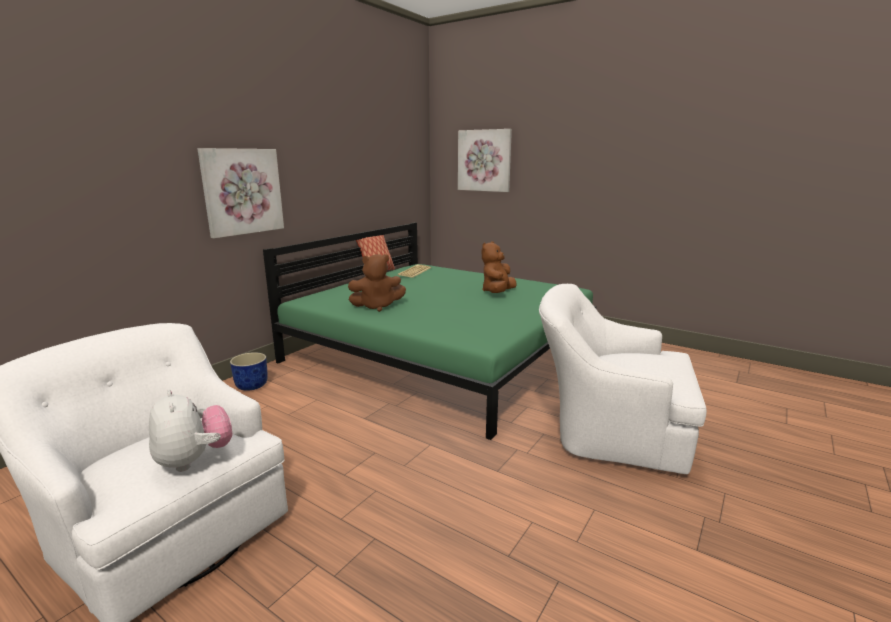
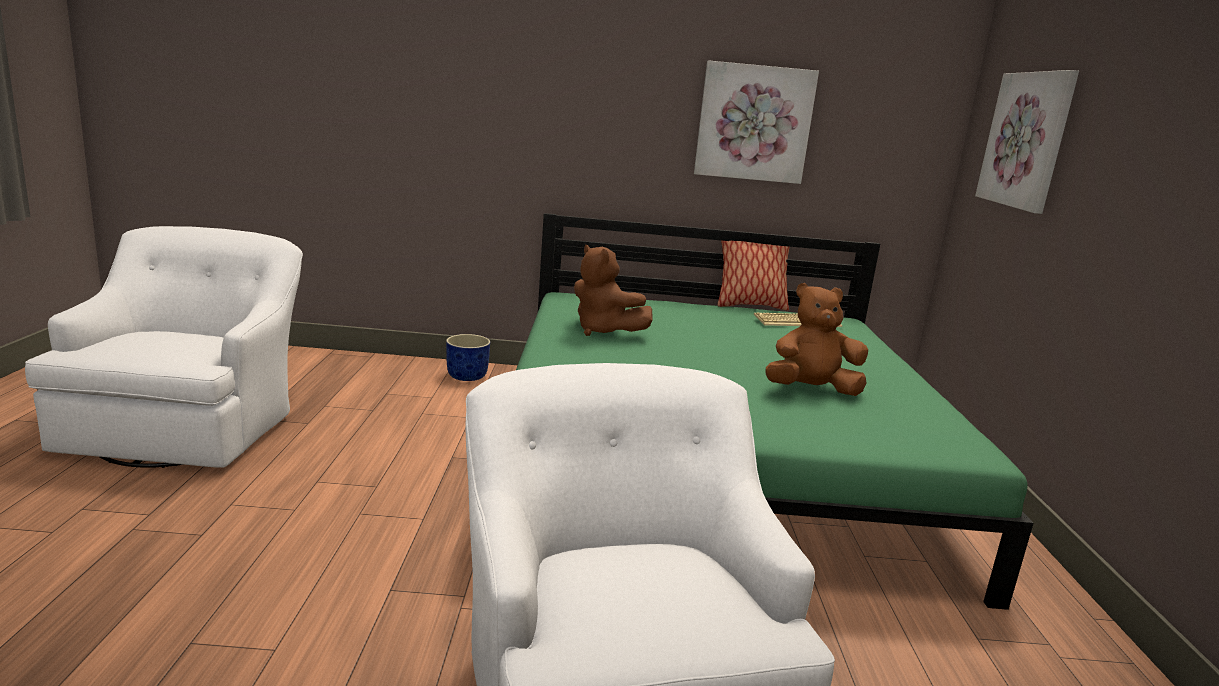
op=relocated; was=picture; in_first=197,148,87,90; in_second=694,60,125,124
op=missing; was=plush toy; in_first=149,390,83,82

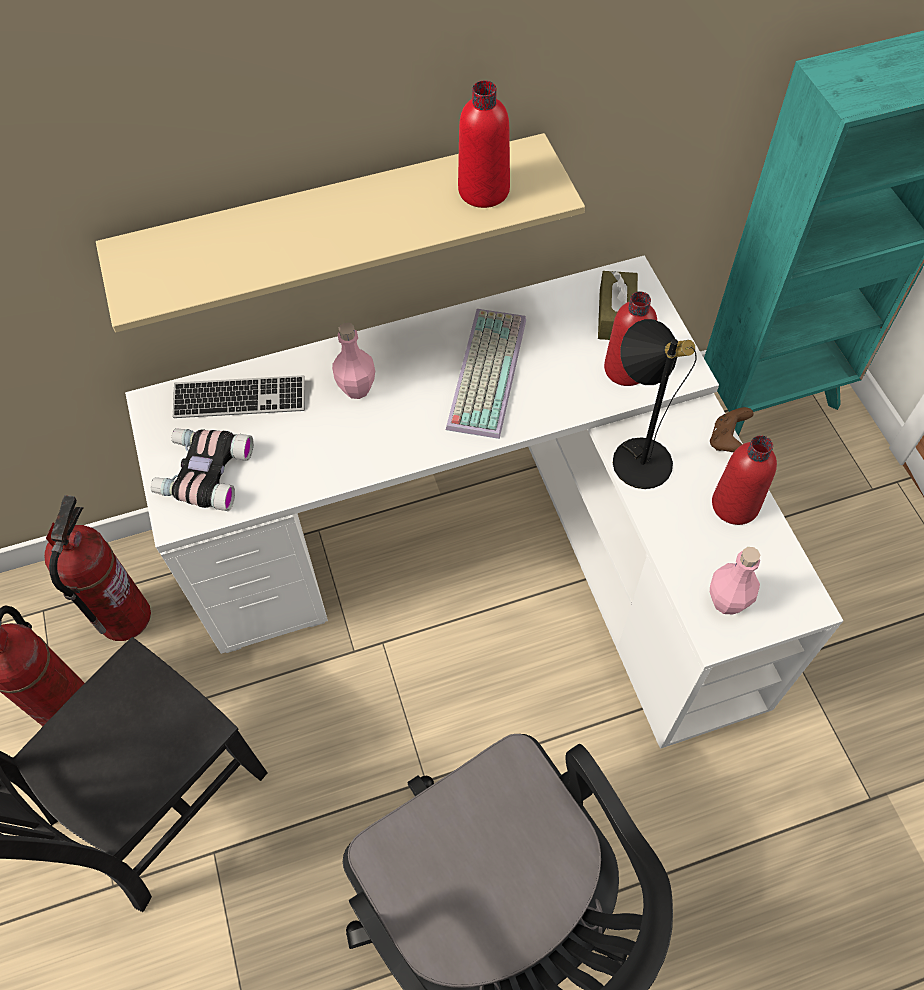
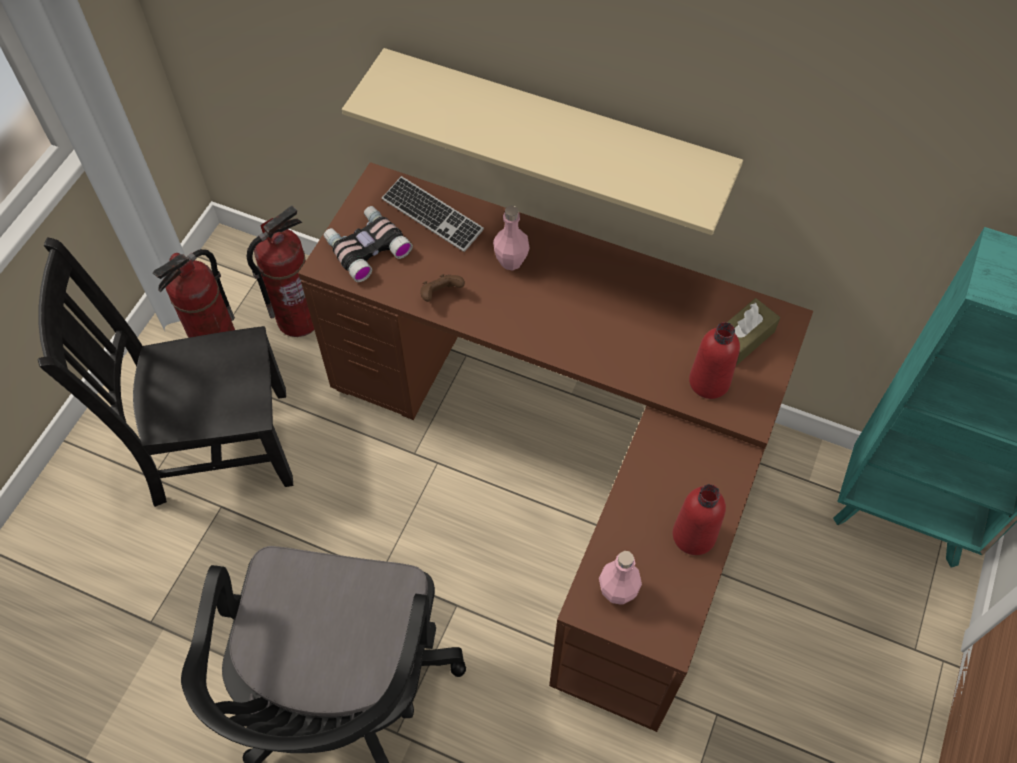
op=colour; was=desk (white); now=desk (brown); in_first=125,255,719,494; in_second=298,162,515,570
op=relocated; was=game controller (brown); in_first=710,407,44,45; in_second=420,274,45,28
op=missing; was=keyboard; in_first=446,309,80,130
op=missing; was=bottle (red); in_first=458,80,52,128
op=missing; was=table lamp (black); in_first=613,319,84,170

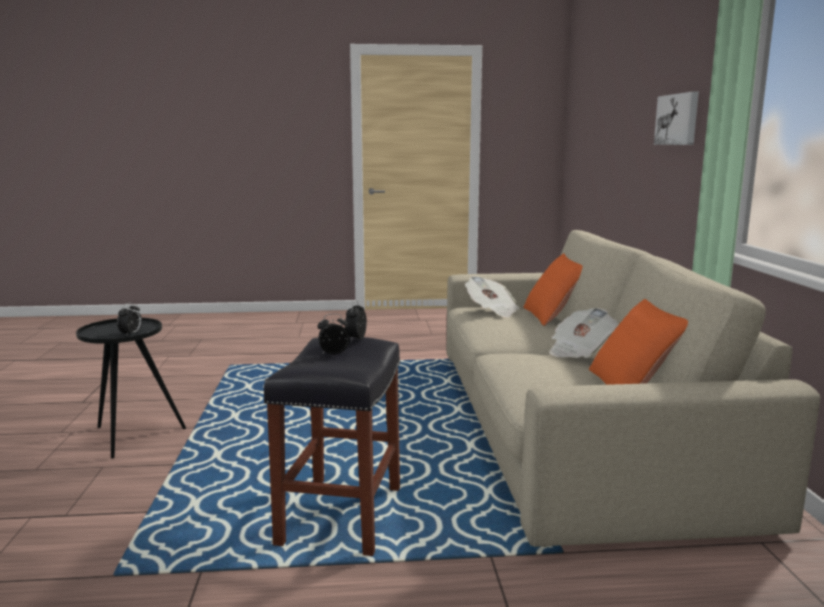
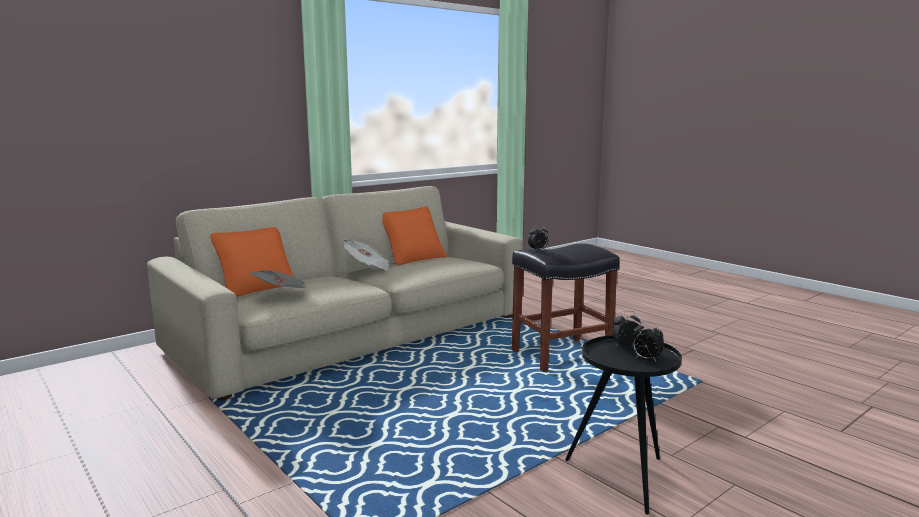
op=relocated; was=alarm clock; in_first=317,314,33,40; in_second=633,322,31,40
op=missing; was=picture; in_first=654,92,45,53

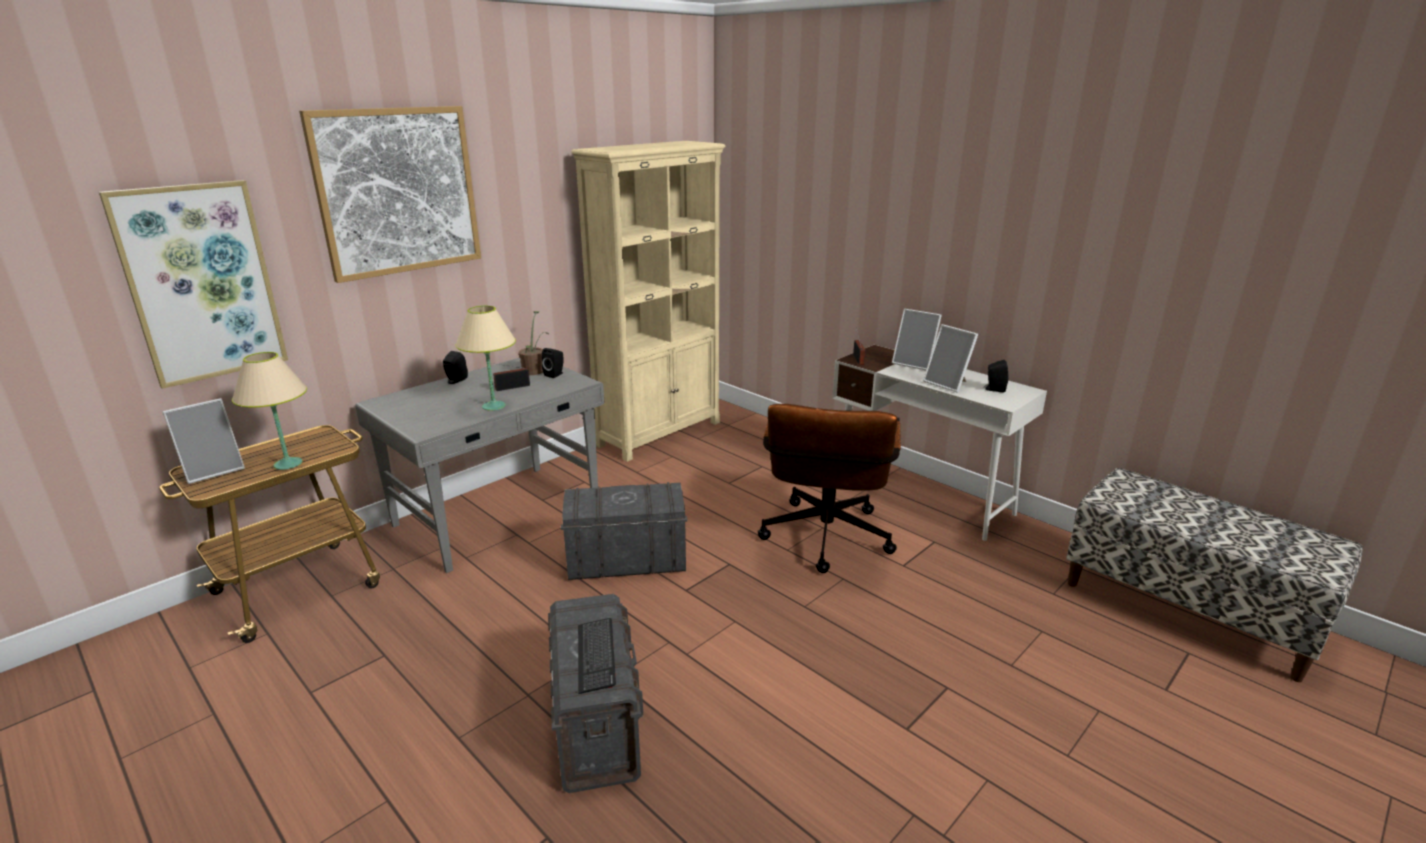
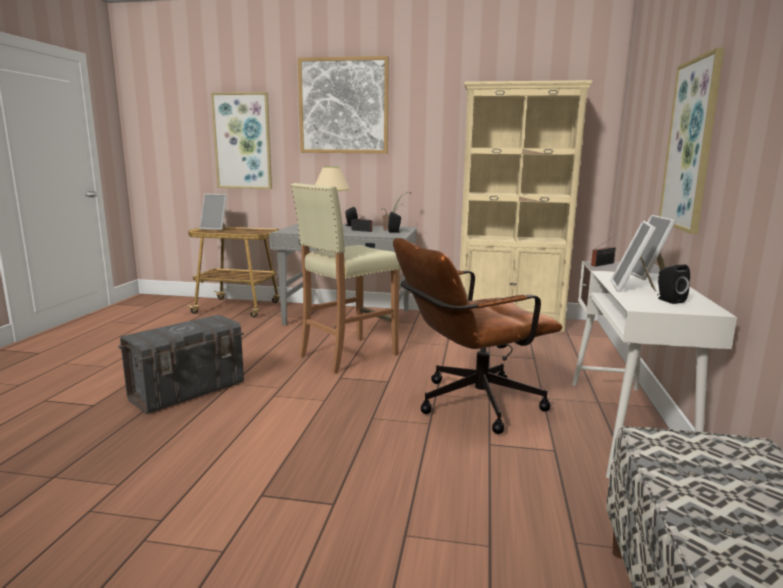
op=exchanged; was=storage box (grey); now=stool (beige); in_first=561,482,127,98; in_second=291,183,109,190
op=appeared; now=picture; in_second=659,47,65,187
op=missing; was=table lamp (beige); in_first=232,352,75,118
op=missing; was=keyboard; in_first=578,618,38,76

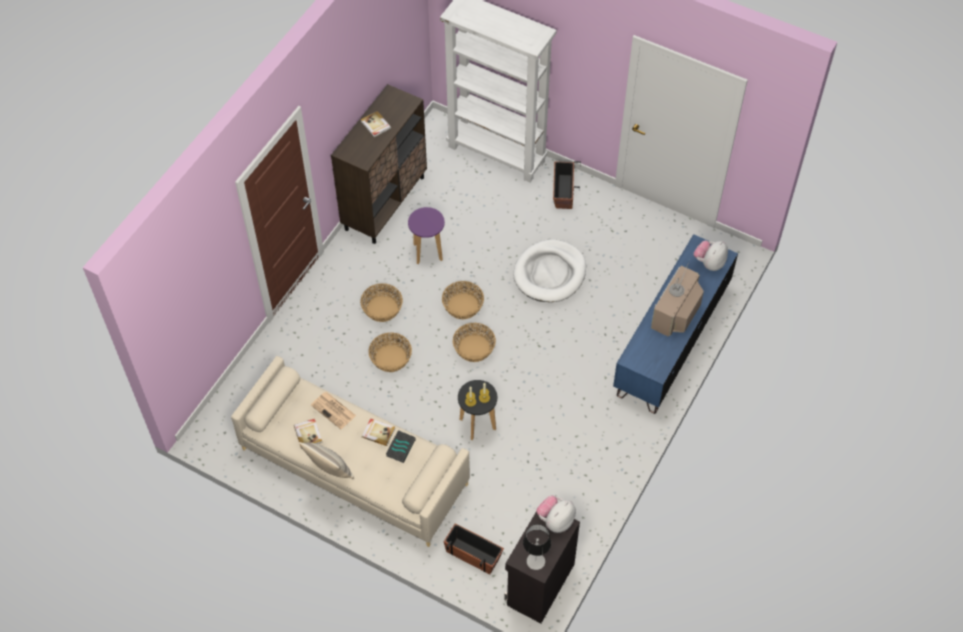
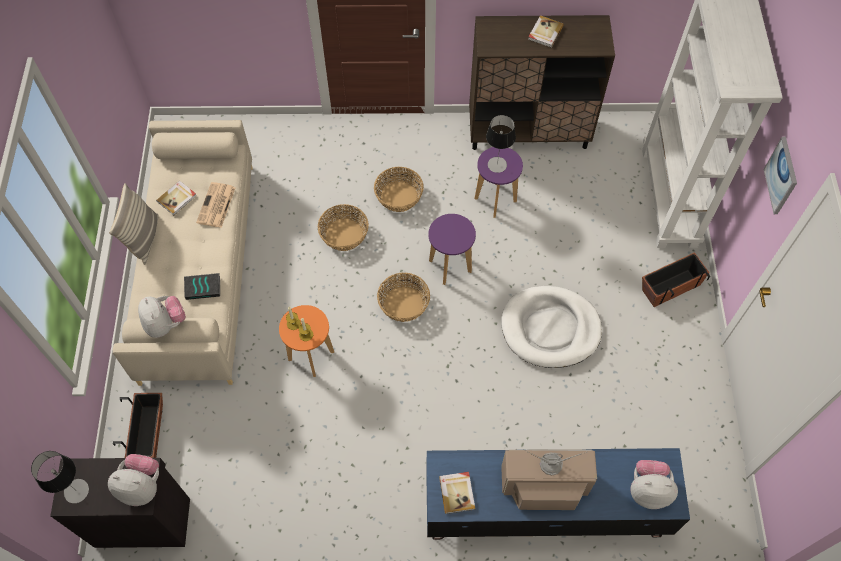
op=appeared; now=plush toy; in_second=138,296,48,42
op=colour; was=stool (black); now=stool (orange); in_first=458,380,39,60; in_second=279,305,55,72
op=exchanged; was=basket; now=stool (purple); in_first=442,281,42,39; in_second=428,214,48,71
op=relocated; was=book; in_first=362,418,33,28; in_second=439,472,36,42
op=appeared; now=table lamp; in_second=486,115,30,58
op=appeared; now=picture; in_second=764,137,33,77

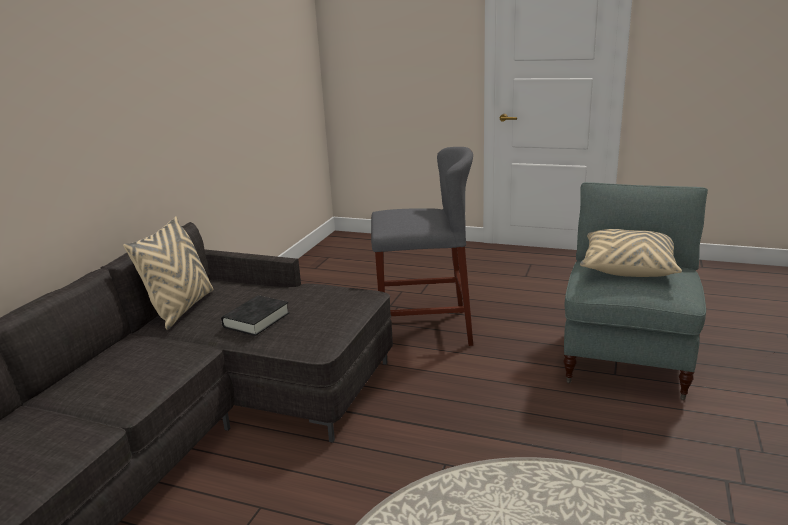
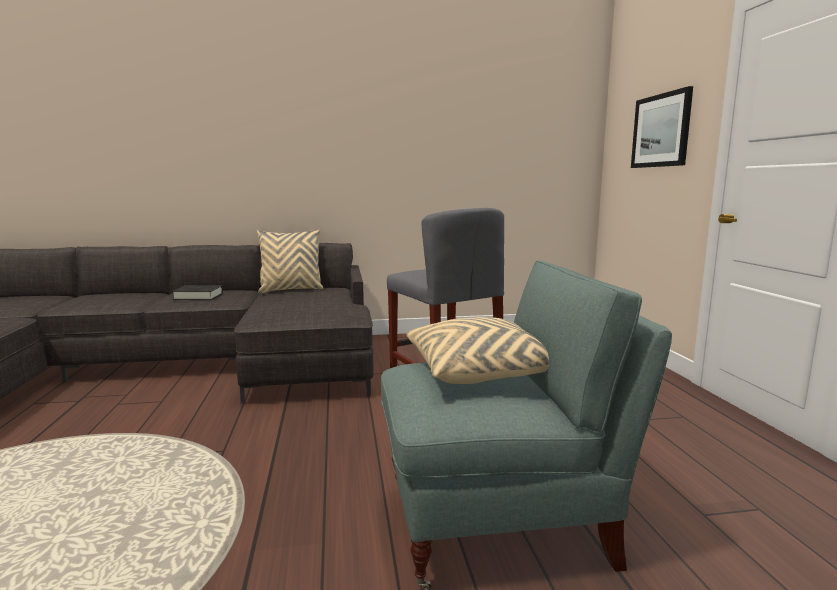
op=relocated; was=book (black); in_first=221,295,69,41; in_second=172,285,51,15
op=appeared; now=picture; in_second=631,86,62,82

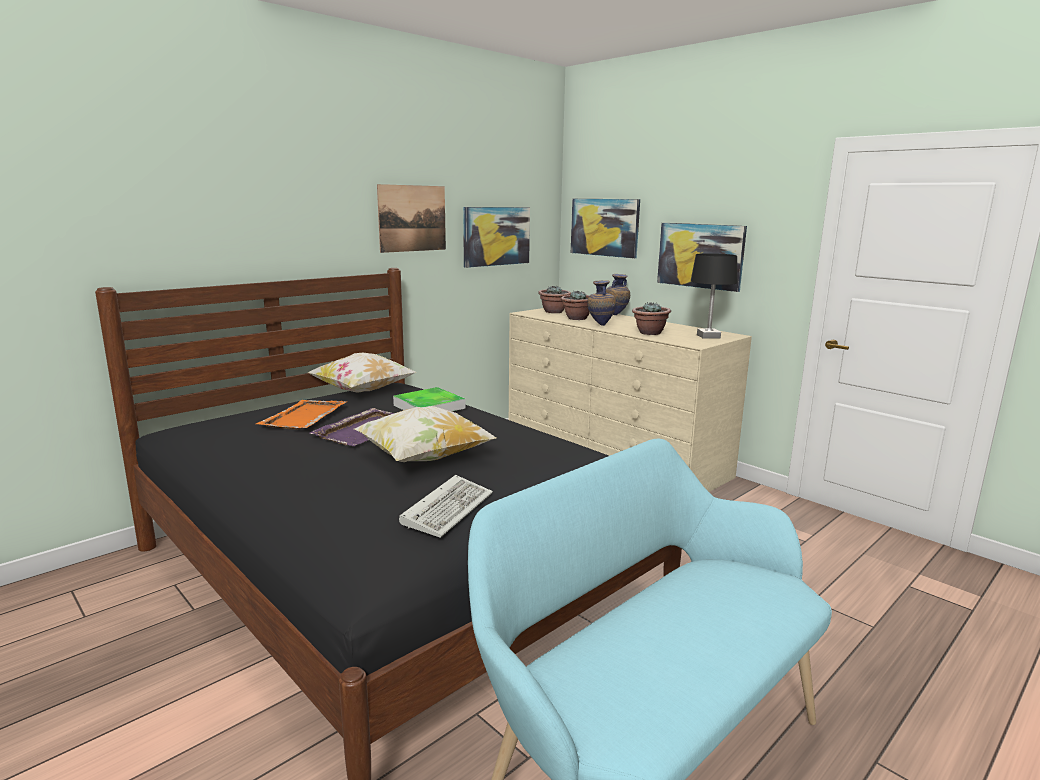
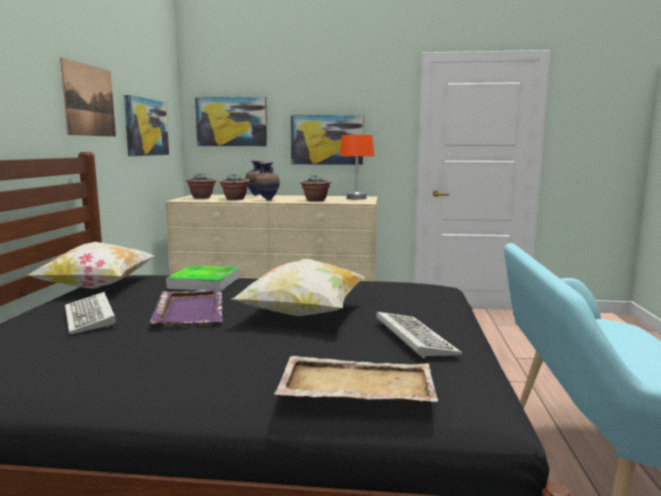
op=exchanged; was=tray (orange); now=keyboard; in_first=256,400,92,30; in_second=65,292,51,42
op=appeared; now=tray (beige); in_second=274,356,164,47
op=colour; was=table lamp (black); now=table lamp (orange); in_first=691,253,46,86; in_second=340,135,34,65

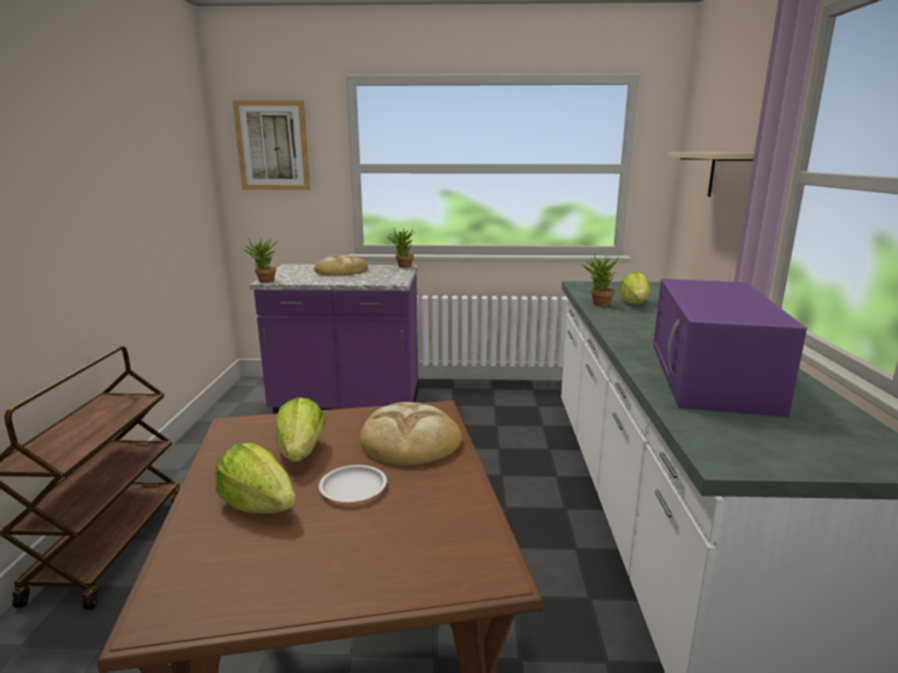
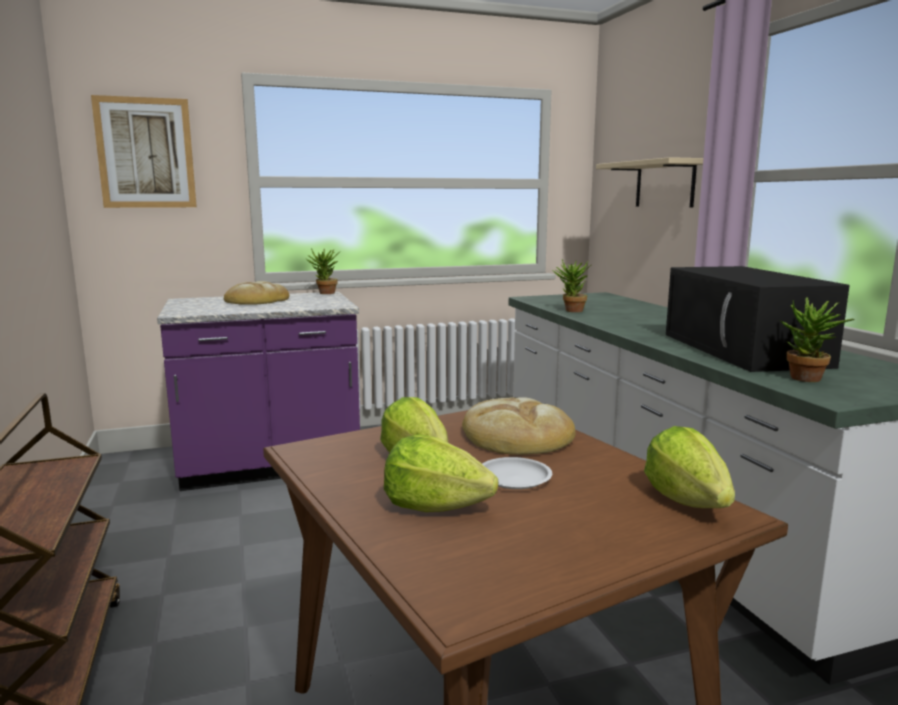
op=relocated; was=lettuce; in_first=619,272,31,32; in_second=644,426,91,82
op=colour; was=microwave (purple); now=microwave (black); in_first=653,279,154,138; in_second=666,266,184,106
op=relocated; was=potted plant; in_first=243,238,35,45; in_second=781,297,74,85

